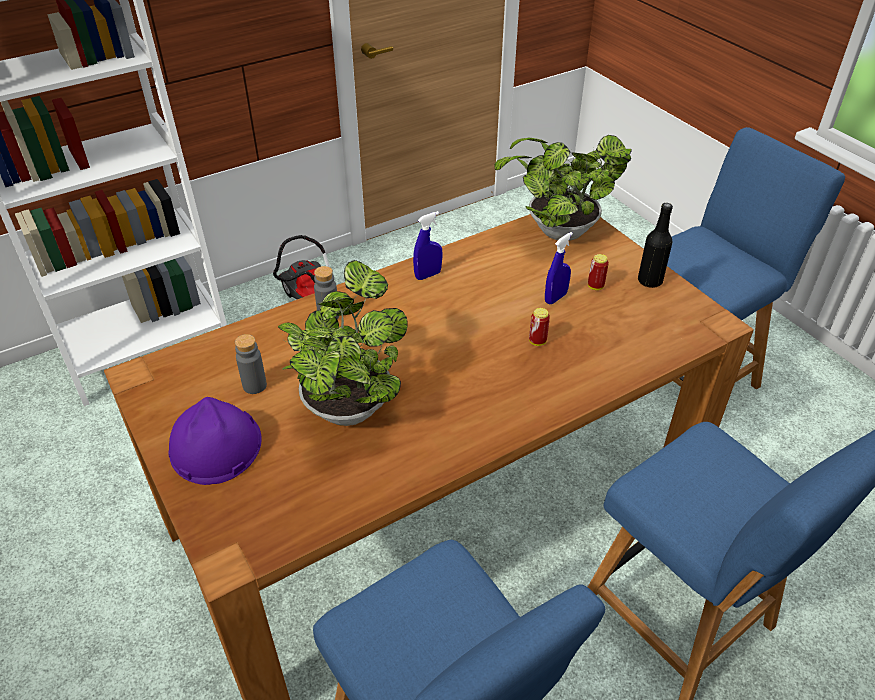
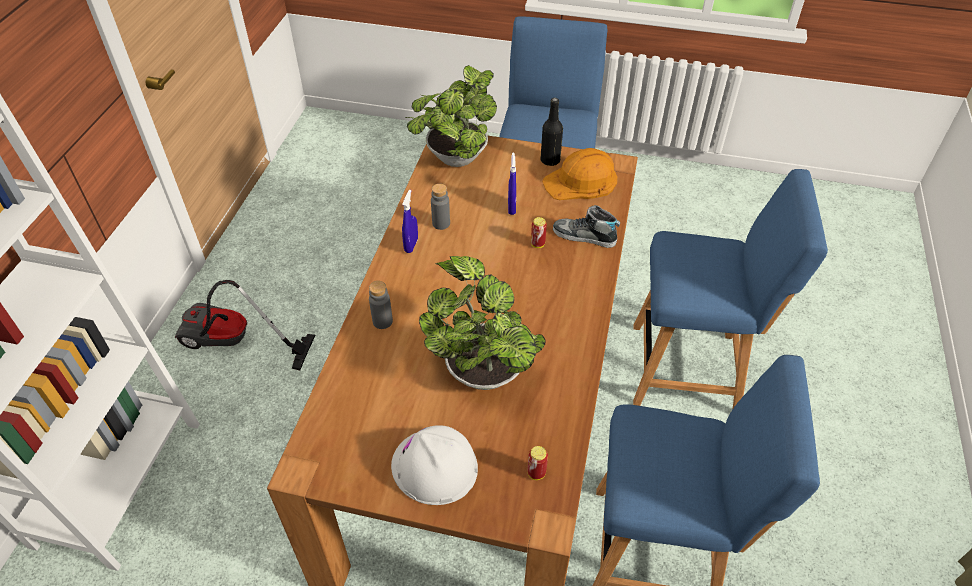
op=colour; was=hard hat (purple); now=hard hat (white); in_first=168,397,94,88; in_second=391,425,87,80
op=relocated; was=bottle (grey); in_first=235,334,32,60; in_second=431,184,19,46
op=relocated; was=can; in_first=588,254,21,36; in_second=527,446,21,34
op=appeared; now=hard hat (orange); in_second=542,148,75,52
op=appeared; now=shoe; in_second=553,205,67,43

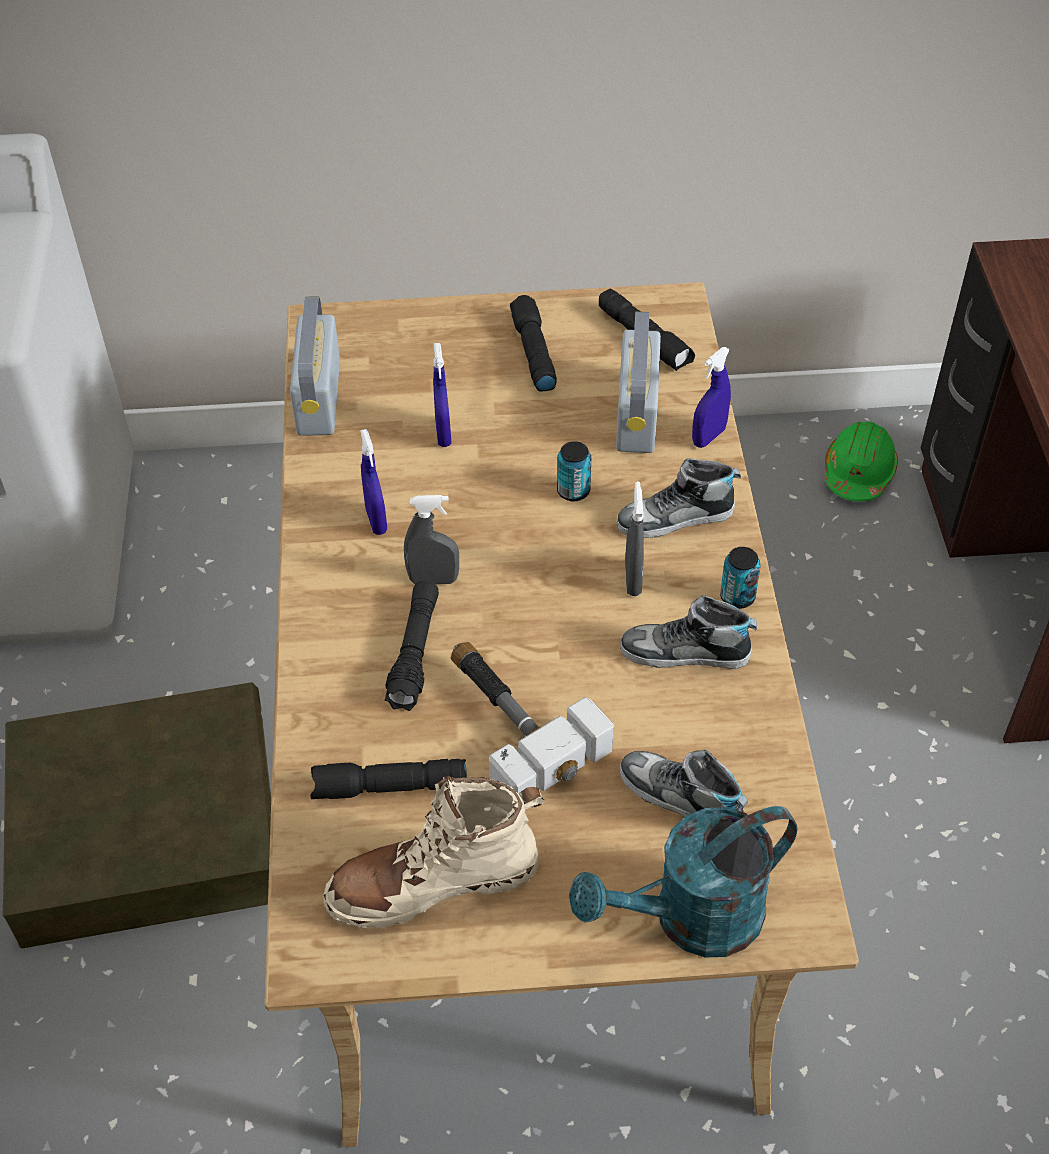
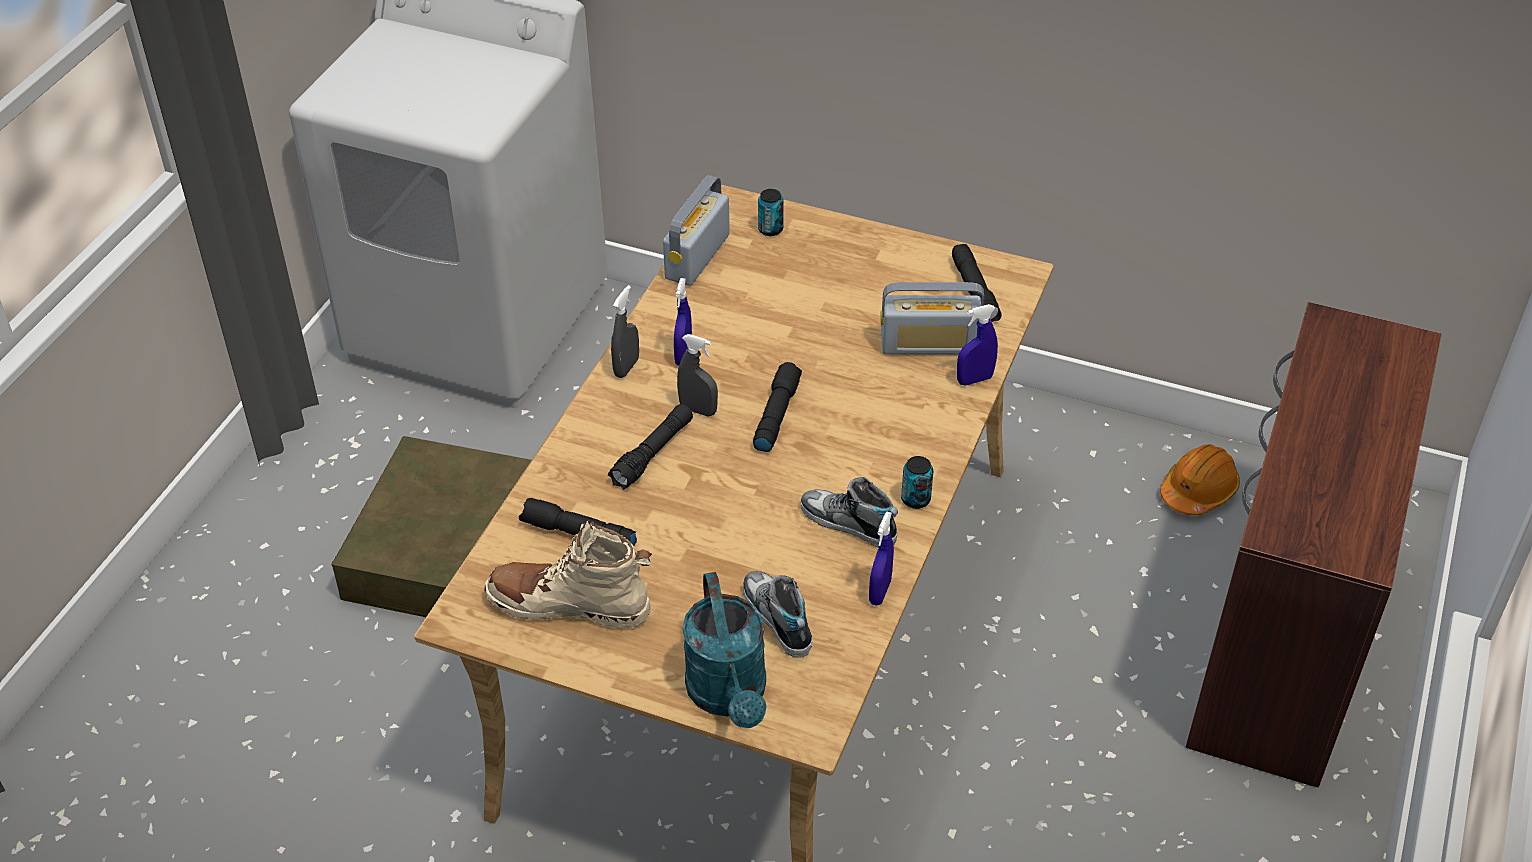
op=relocated; was=spray bottle (grey); in_first=625,482,19,114; in_second=611,285,28,93
op=spun; was=watering can (turquoise); in_first=569,806,229,151; in_second=682,572,85,156; clockwise=-105
op=relocated; was=flashlight (black); in_first=510,295,47,97; in_second=753,362,49,90
op=relocated; was=can; in_first=557,441,34,60; in_second=758,189,26,47
op=relocated; was=spray bottle (blue); in_first=433,343,18,104; in_second=869,511,25,94
op=spun; was=radio; in_first=616,311,45,142; in_second=880,282,105,73; clockwise=-120
op=colour; was=hard hat (green); now=hard hat (orange); in_first=825,422,73,79; in_second=1160,444,80,71
op=missing; was=hammer; in_first=451,642,163,151
op=missing; was=shoe; in_first=617,458,124,80

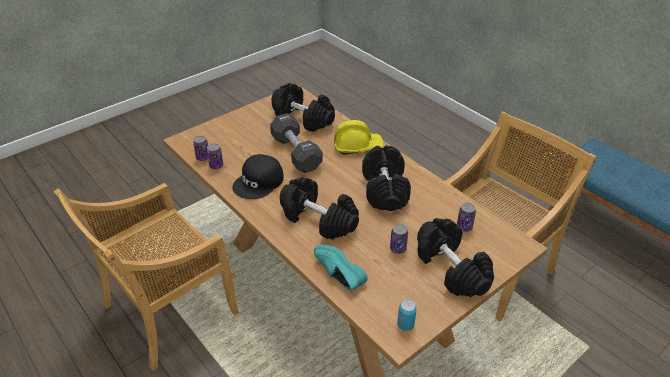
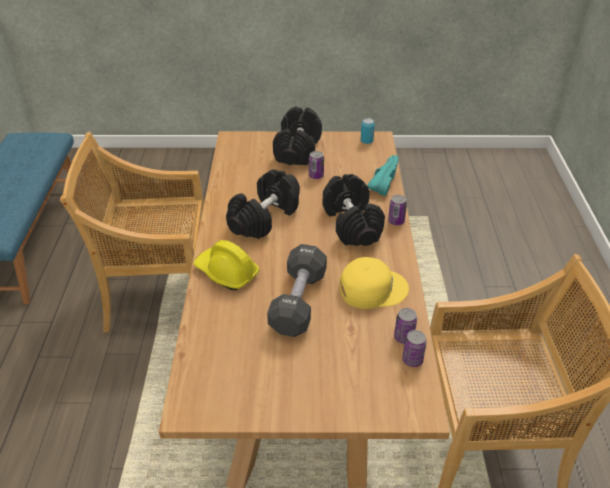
op=colour; was=cap (black); now=cap (yellow); in_first=232,154,52,45; in_second=339,257,70,52
op=spun; was=shoe (turquoise); in_first=314,245,53,46; in_second=367,155,32,41; clockwise=-150
op=relocated; was=can; in_first=457,203,19,29; in_second=388,195,19,30
op=missing; was=dumbbell (black); in_first=271,83,64,49

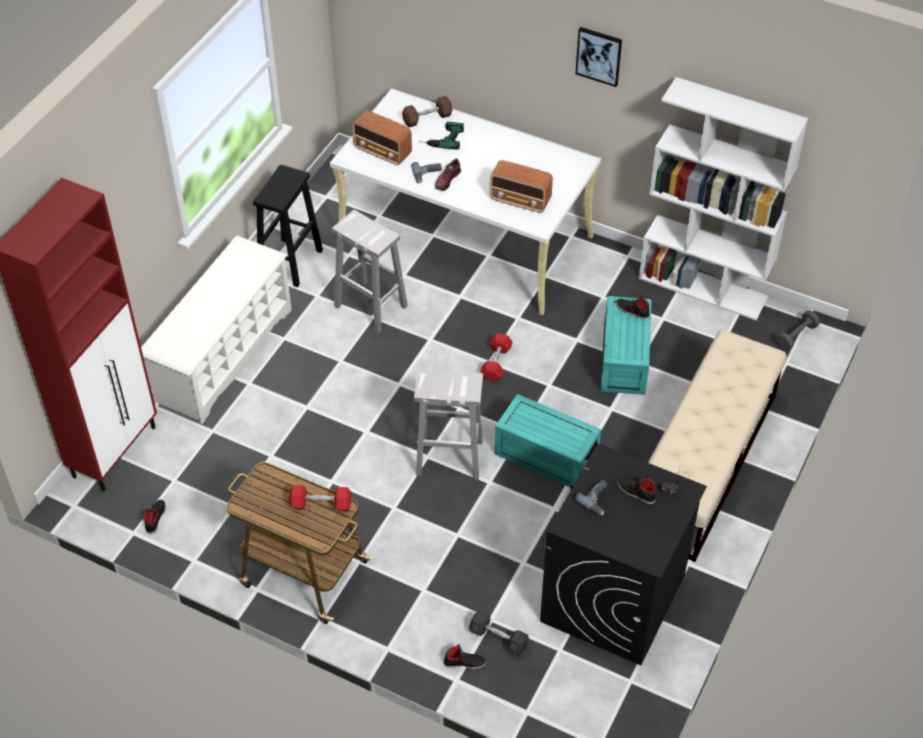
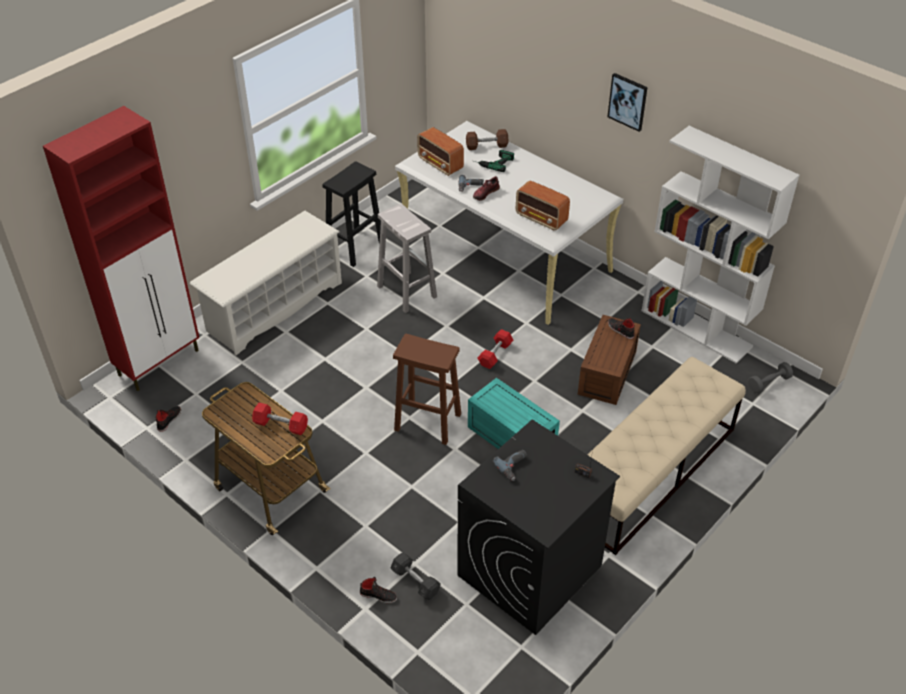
op=colour; was=stool (white); now=stool (brown); in_first=414,369,69,111; in_second=393,334,68,111
op=colour; was=storage box (turquoise); now=storage box (brown); in_first=600,296,52,99; in_second=578,315,63,90
op=missing; was=shoe (black); in_first=617,475,39,29

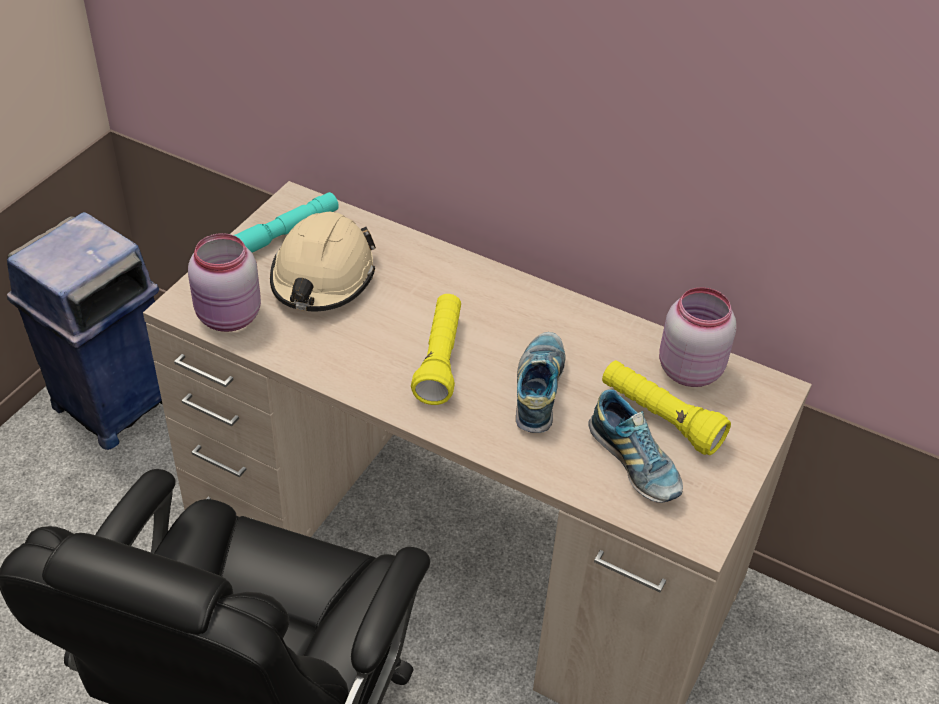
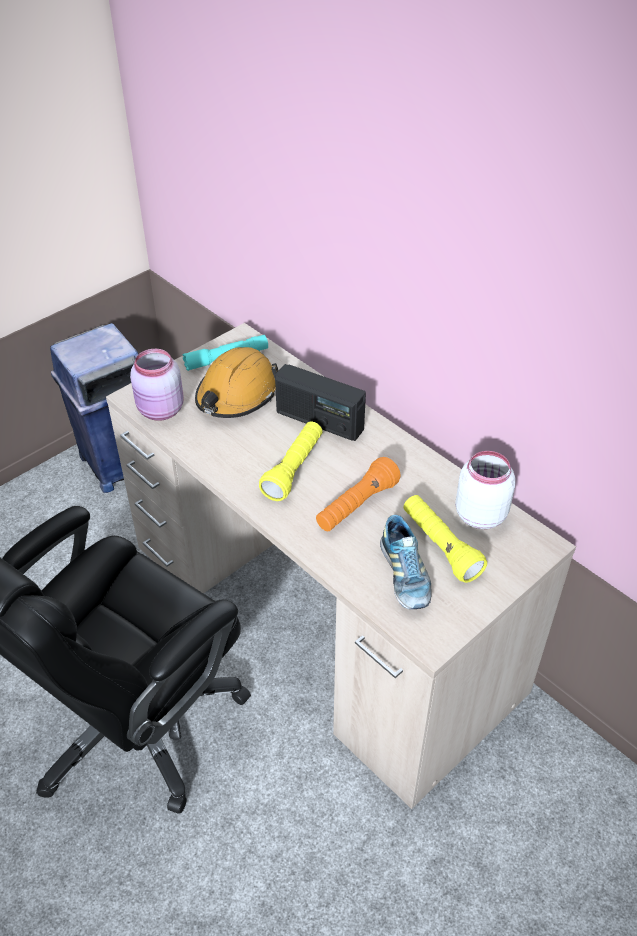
op=colour; was=hard hat (beige); now=hard hat (orange); in_first=270,211,106,100; in_second=195,347,84,71
op=appeared; now=radio; in_second=275,364,91,77
op=exchanged; was=shoe; now=flashlight (orange); in_first=516,332,50,101; in_second=316,457,85,74
op=colour; was=jar (pink); now=jar (white); in_first=659,287,77,100; in_second=455,451,61,78

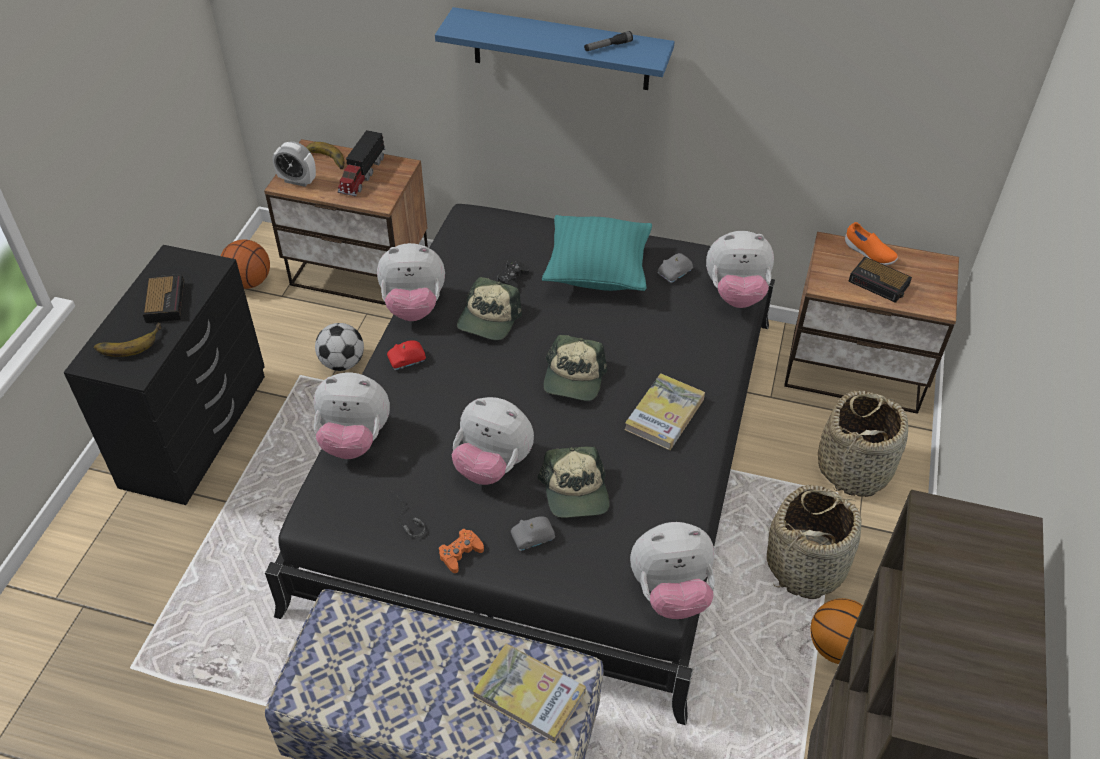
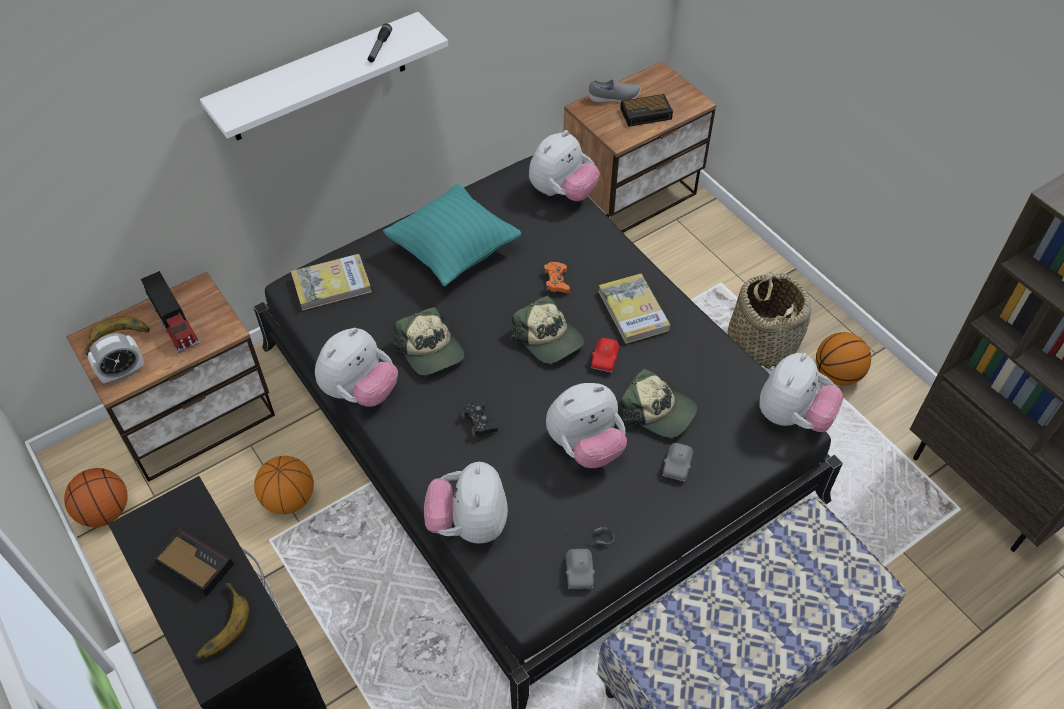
op=colour; was=shelf (blue); now=shelf (white); in_first=435,7,239,83; in_second=200,12,248,129
op=exchanged; was=football; now=basketball; in_first=315,323,49,48; in_second=254,456,60,58
op=relocated; was=book; in_first=473,643,113,100; in_second=291,254,80,57
op=spun; was=plush toy; in_first=314,372,76,87; in_second=424,462,84,82; clockwise=135
op=relocated; was=game controller (black); in_first=497,260,32,28; in_second=461,400,37,37
op=relocated; was=game controller (orange); in_first=439,529,45,44; in_second=544,262,26,31
op=relocated; was=toy car (grey); in_first=658,253,35,30; in_second=566,549,29,40
op=colour; was=shoe (orange); now=shoe (grey); in_first=845,222,53,44; in_second=589,80,51,23
op=relocated; was=toy car (red); in_first=387,340,39,30; in_second=591,338,29,34
op=missing; was=basket; in_first=818,391,90,106

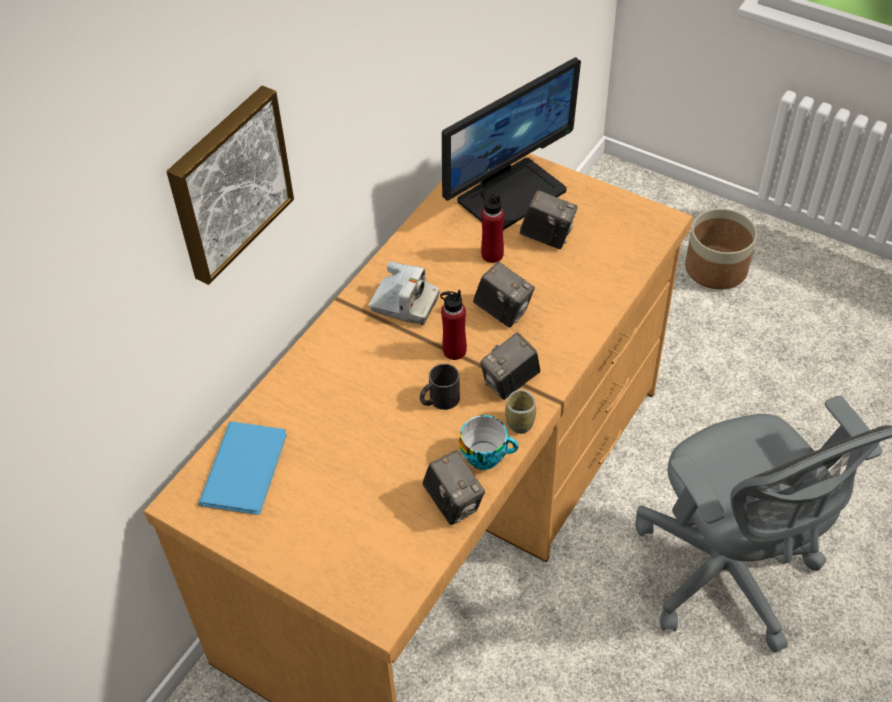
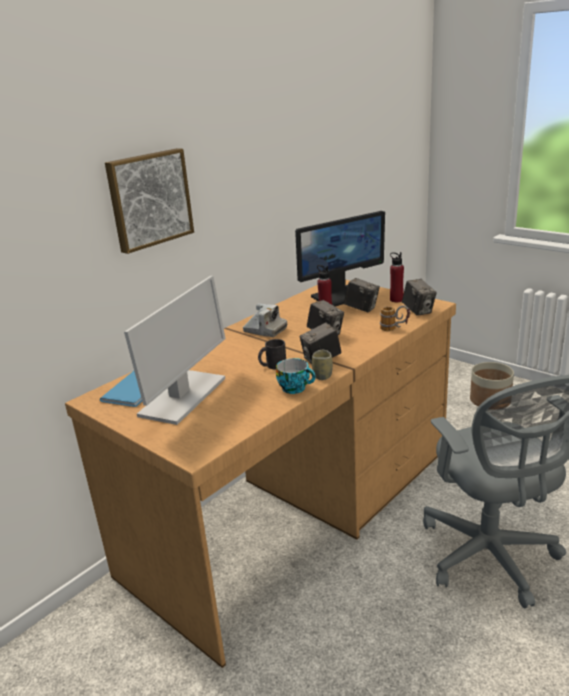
op=appeared; now=monitor; in_second=124,276,102,149
op=appeared; now=mug; in_second=380,305,30,26
op=relocated; was=bottle (red); in_first=440,290,27,70; in_second=390,252,14,50
op=relocated; was=photo camera; in_first=423,450,62,75; in_second=402,279,35,37

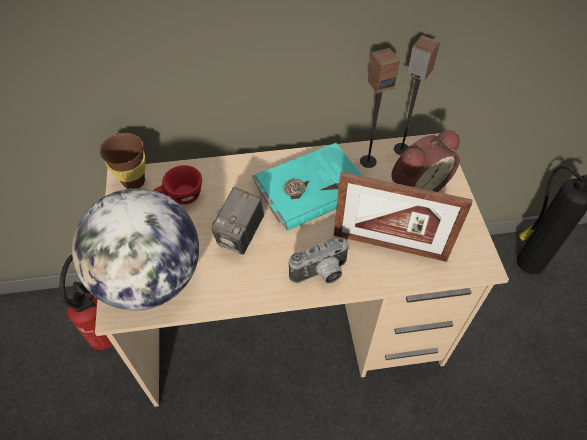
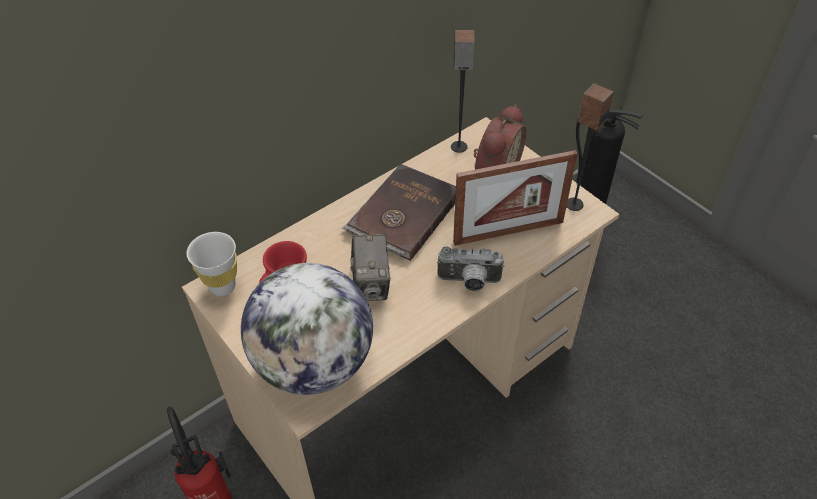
op=colour; was=cup (brown); now=cup (white); in_first=100,133,46,56; in_second=186,232,51,64
op=colour; was=book (turquoise); now=book (brown); in_first=252,143,110,88; in_second=342,164,114,97
op=spun; was=photo camera; in_first=289,238,61,45; in_second=437,246,67,45; clockwise=60
op=relocated; was=speaker; in_first=360,48,40,120; in_second=567,83,47,128

